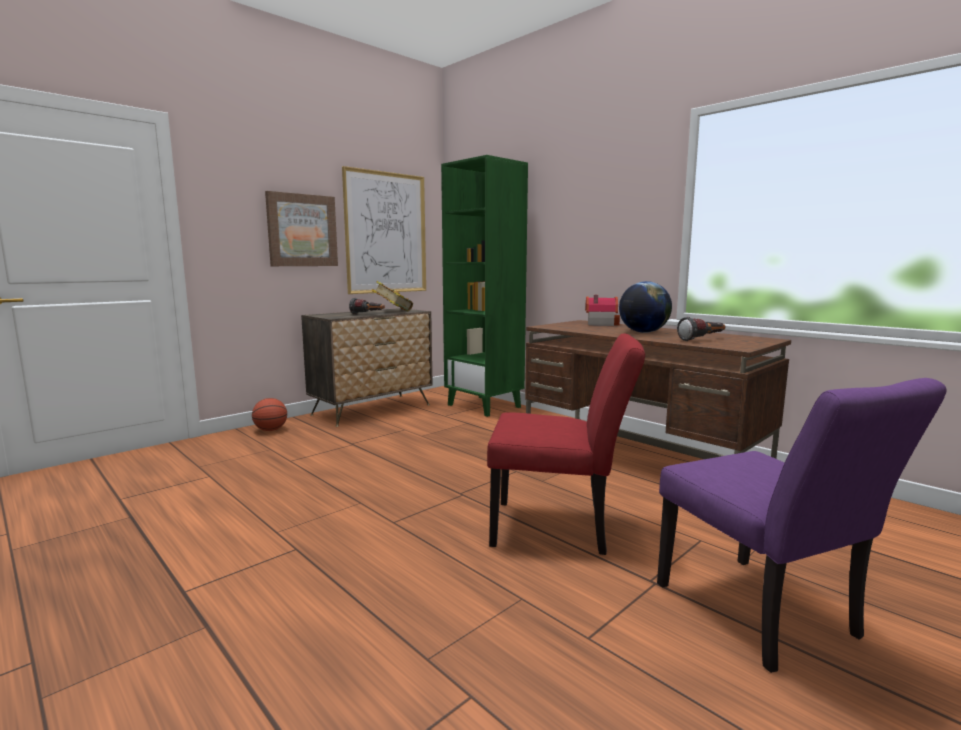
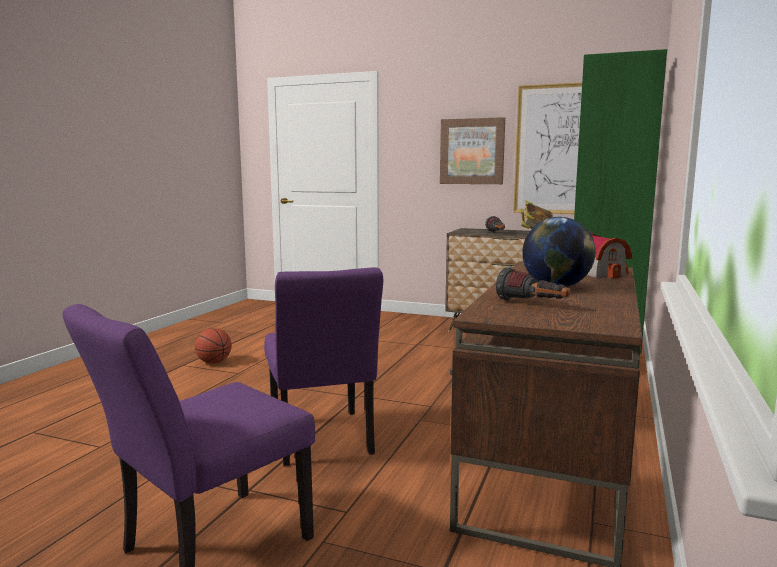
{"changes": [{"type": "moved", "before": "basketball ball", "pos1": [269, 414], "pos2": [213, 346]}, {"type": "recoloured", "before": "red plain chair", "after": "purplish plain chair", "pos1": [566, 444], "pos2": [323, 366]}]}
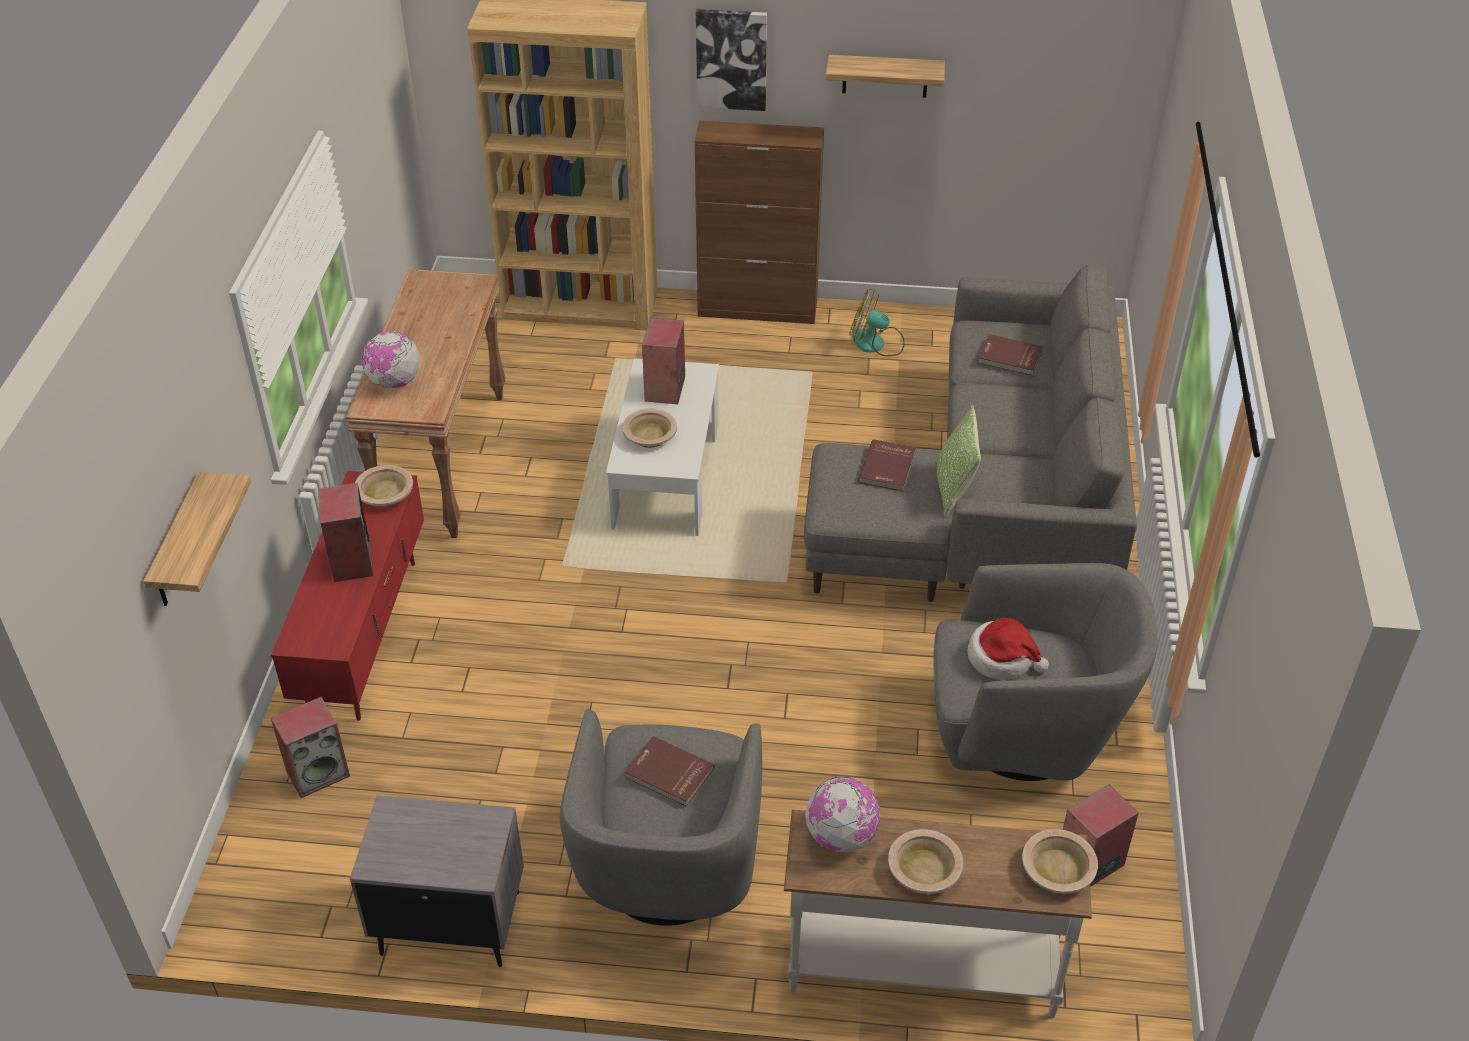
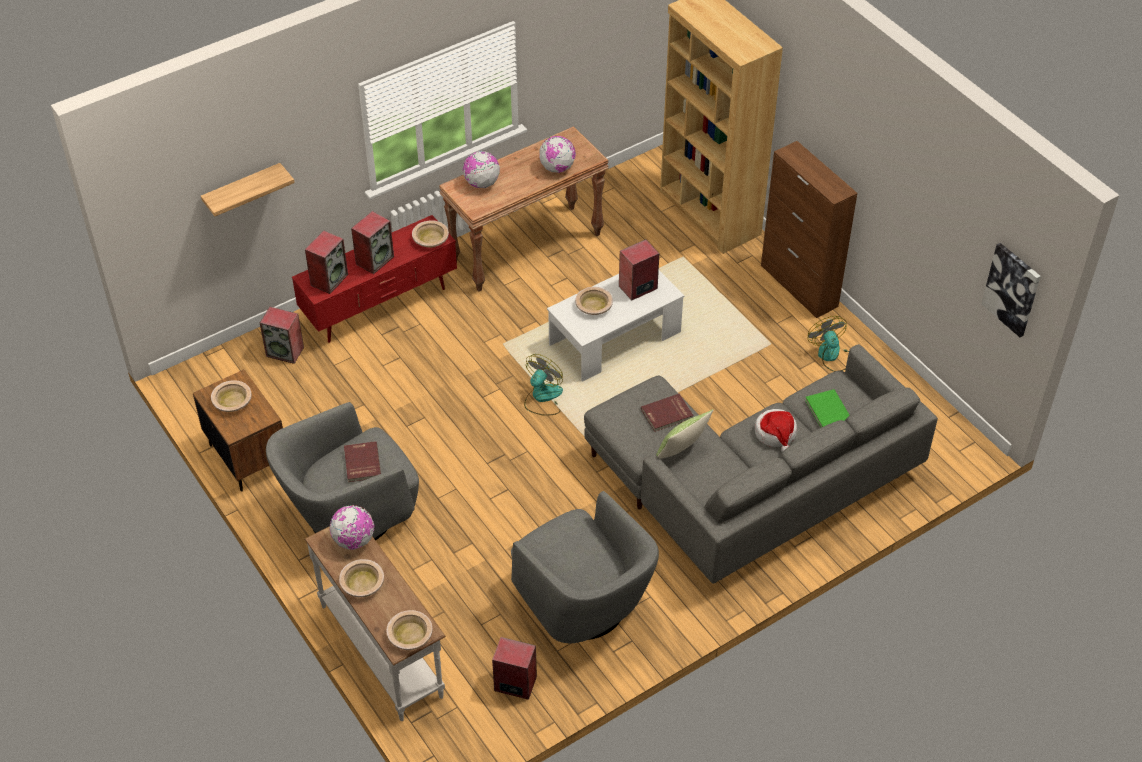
{"changes": [{"type": "recoloured", "before": "greyish nightstand", "after": "brown nightstand", "pos1": [437, 881], "pos2": [238, 431]}, {"type": "added", "after": "beige-coloured deep dish", "pos2": [231, 396]}, {"type": "added", "after": "audio speaker", "pos2": [326, 262]}, {"type": "added", "after": "cooling fan", "pos2": [543, 385]}, {"type": "added", "after": "globe", "pos2": [557, 154]}, {"type": "moved", "before": "wearable hat", "pos1": [1008, 649], "pos2": [776, 430]}, {"type": "recoloured", "before": "red bound book", "after": "greenish bound book", "pos1": [1010, 355], "pos2": [827, 408]}, {"type": "moved", "before": "wall art", "pos1": [731, 60], "pos2": [1011, 290]}, {"type": "removed", "before": "shelf", "pos1": [885, 76]}]}
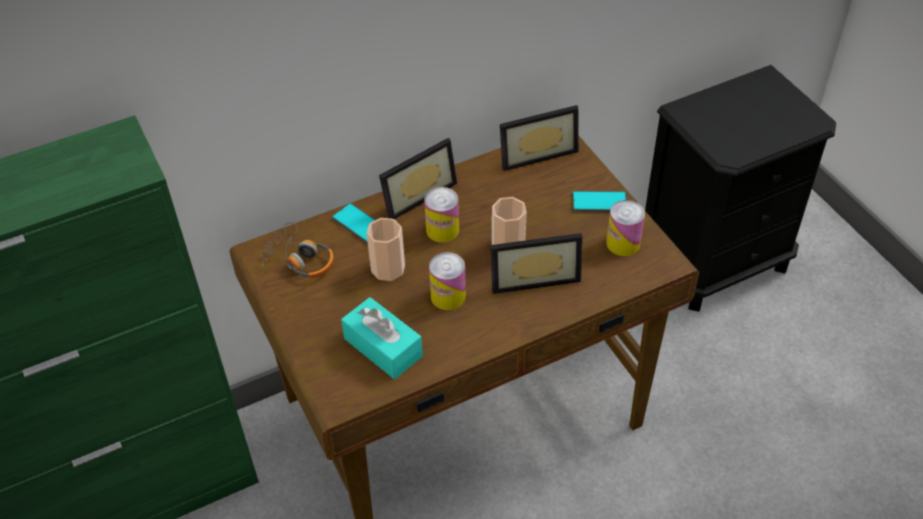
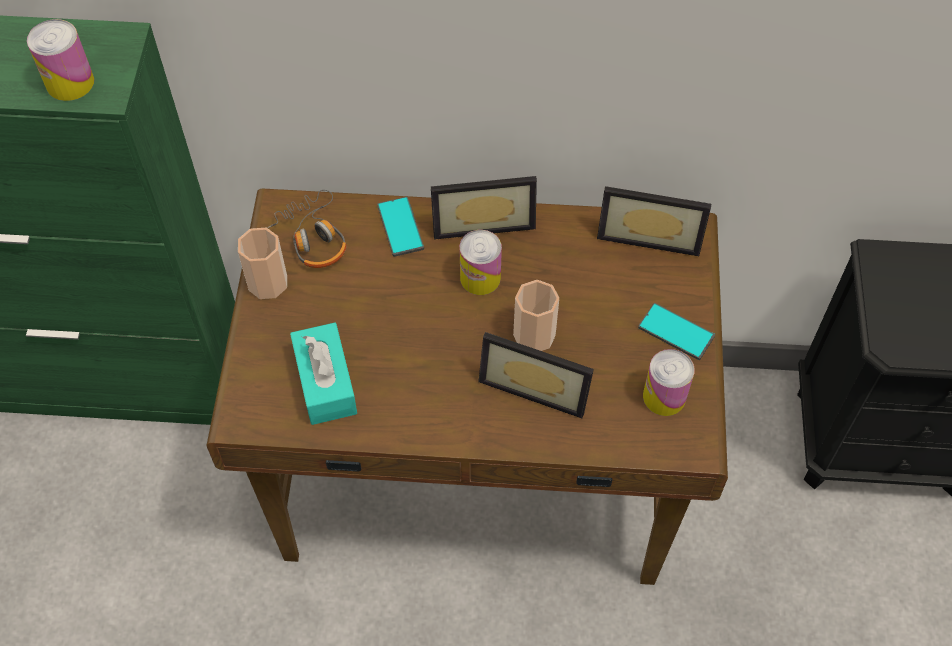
{"changes": [{"type": "moved", "before": "metal can", "pos1": [447, 281], "pos2": [60, 60]}, {"type": "moved", "before": "cup", "pos1": [385, 249], "pos2": [262, 263]}]}
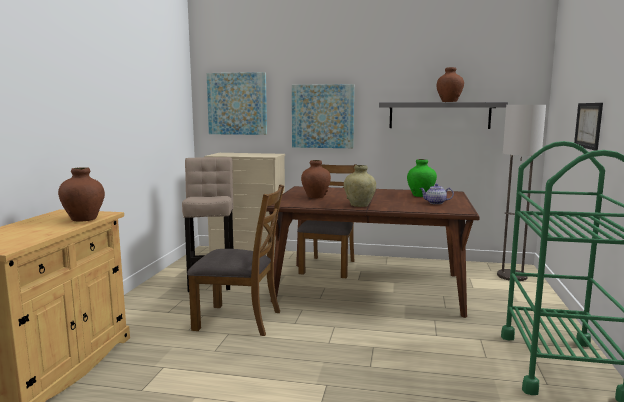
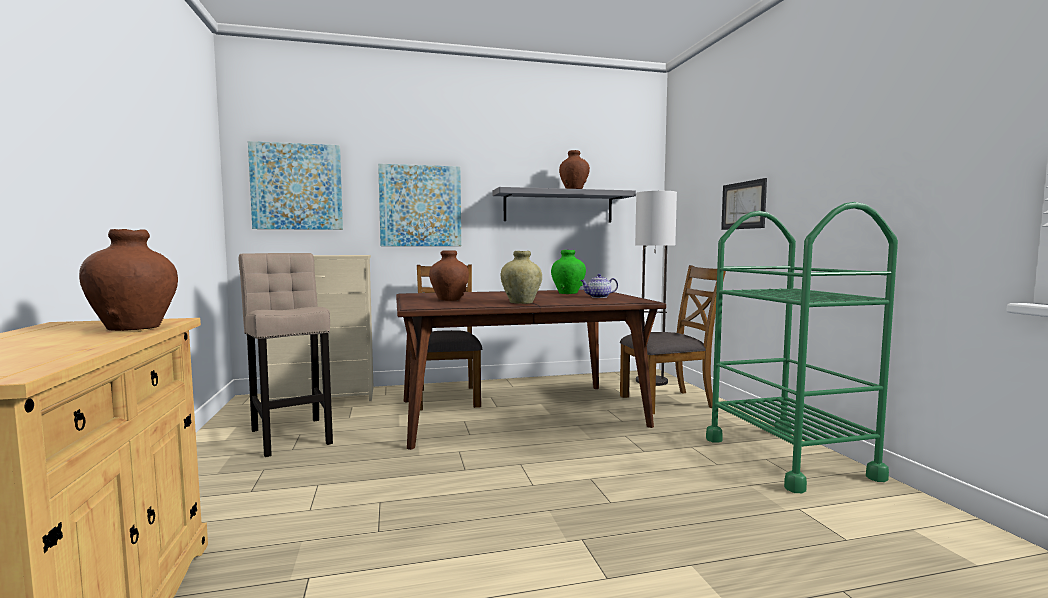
{"changes": [{"type": "moved", "before": "brown plain chair", "pos1": [235, 260], "pos2": [673, 339]}]}
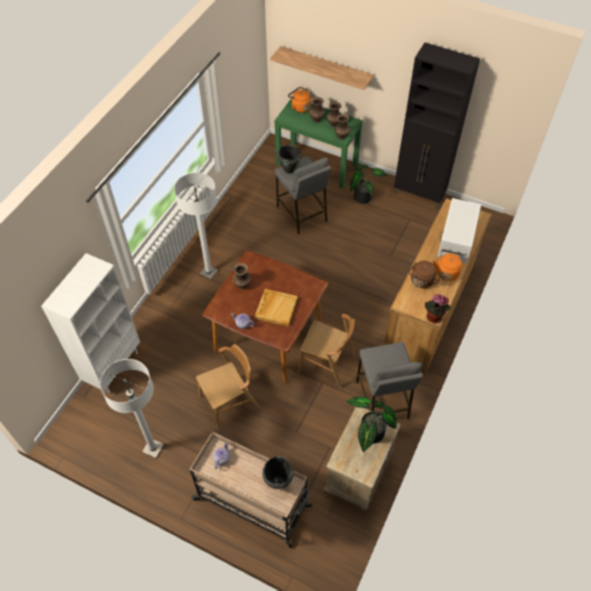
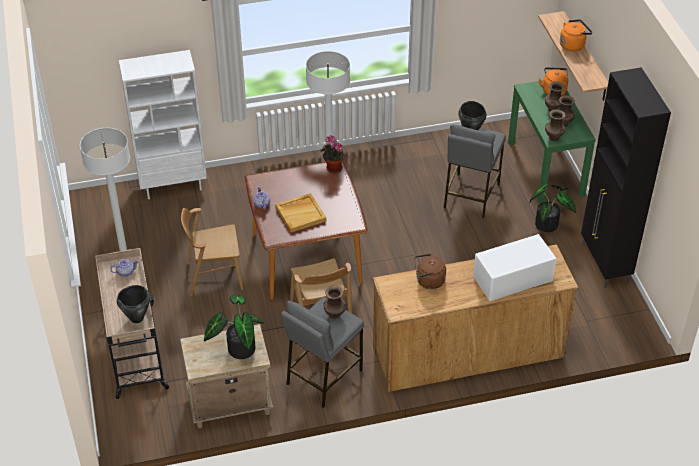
{"changes": [{"type": "turned", "before": "brown plain chair", "pos1": [228, 387], "pos2": [212, 252], "turn": 150}, {"type": "moved", "before": "plant in a pot", "pos1": [438, 308], "pos2": [332, 154]}, {"type": "moved", "before": "brown decorative vase", "pos1": [241, 276], "pos2": [334, 302]}, {"type": "moved", "before": "orange-coloured water kettle", "pos1": [448, 265], "pos2": [576, 35]}]}
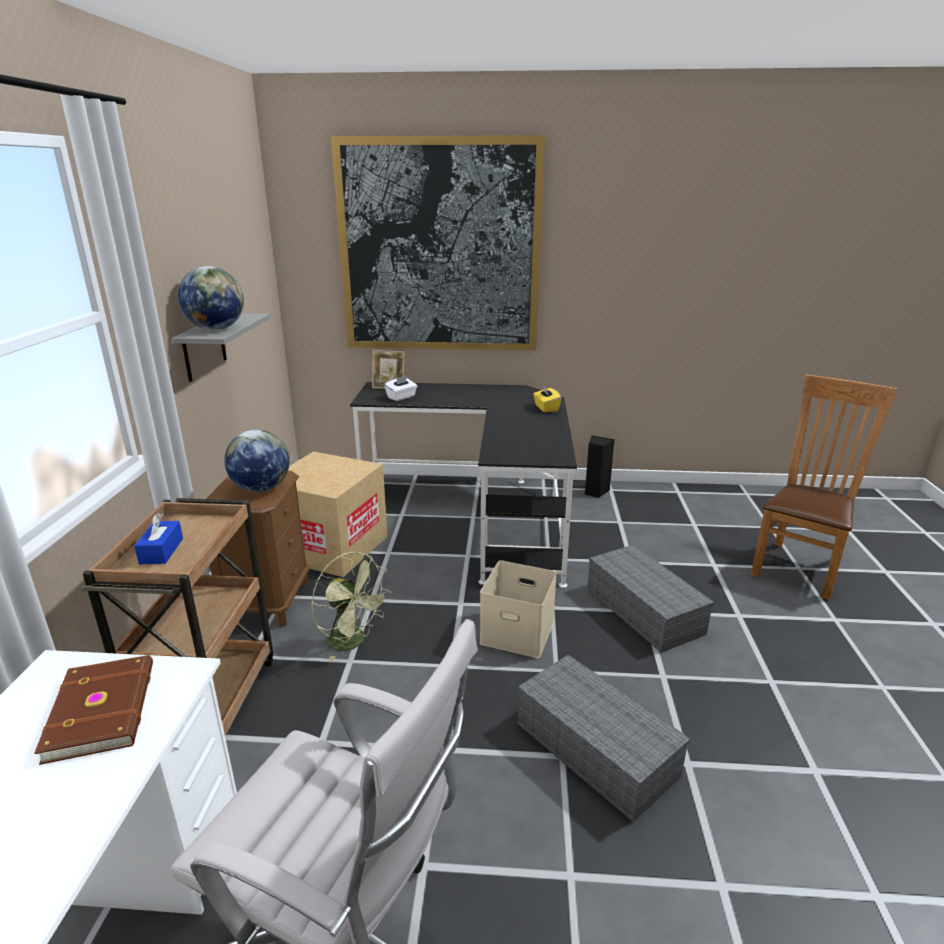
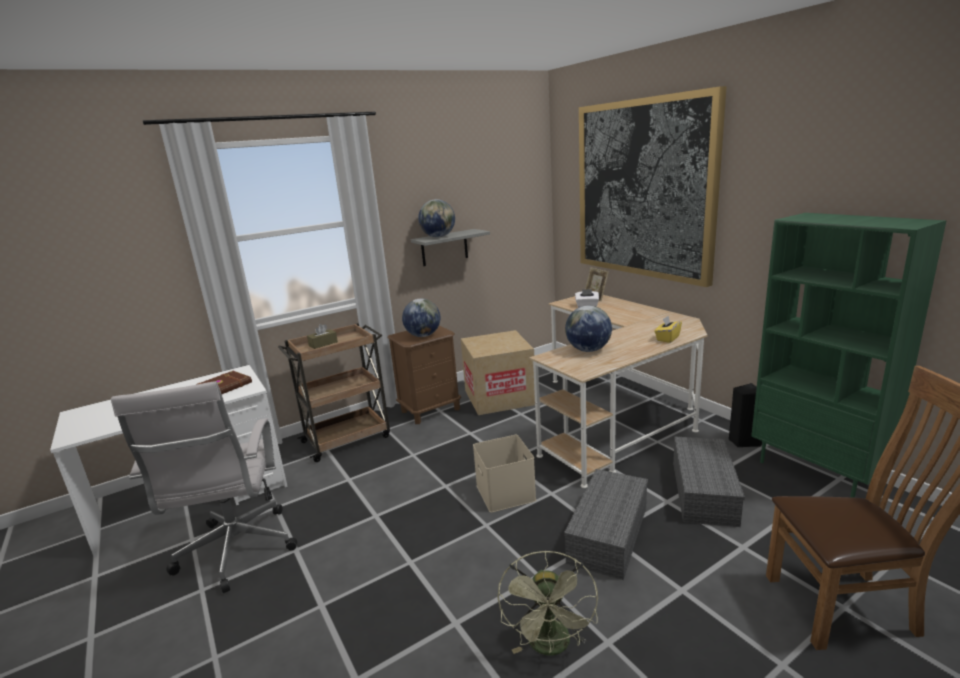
{"changes": [{"type": "recoloured", "before": "blue-coloured box of tissues", "after": "brown box of tissues", "pos1": [158, 538], "pos2": [322, 336]}, {"type": "moved", "before": "greenish cooling fan", "pos1": [351, 607], "pos2": [547, 603]}, {"type": "recoloured", "before": "black-coloured desk", "after": "beige-coloured desk", "pos1": [463, 485], "pos2": [618, 391]}, {"type": "added", "after": "globe", "pos2": [588, 329]}, {"type": "moved", "before": "greyish storage bin", "pos1": [604, 738], "pos2": [709, 482]}, {"type": "added", "after": "greenish bookcase", "pos2": [849, 355]}]}
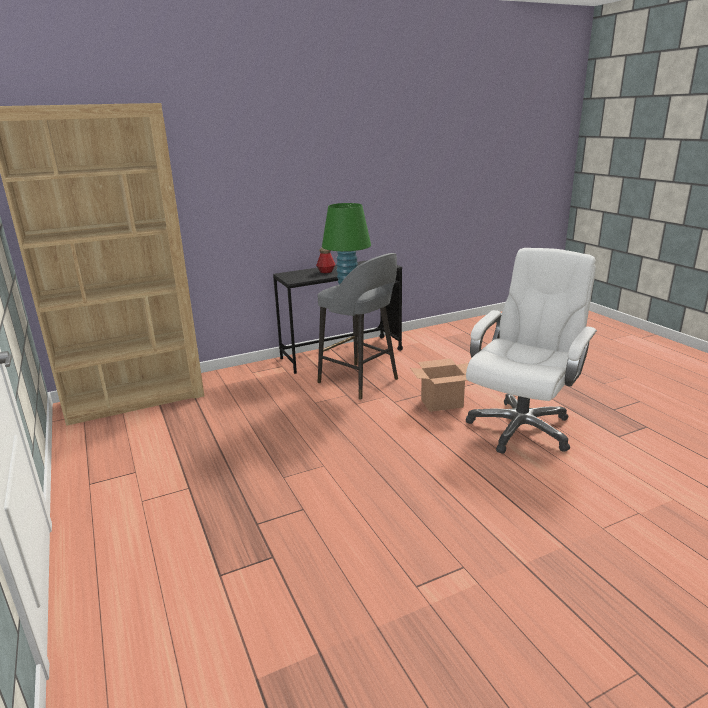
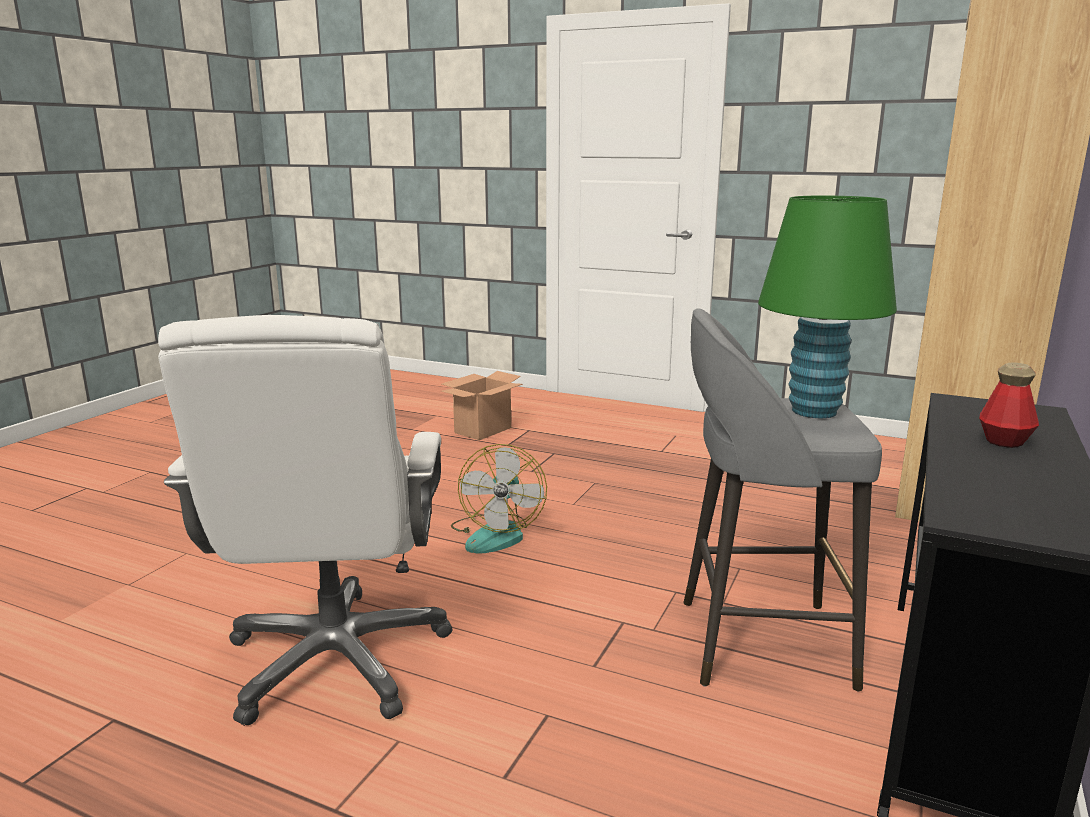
{"changes": [{"type": "moved", "before": "carton", "pos1": [439, 385], "pos2": [482, 405]}, {"type": "added", "after": "cooling fan", "pos2": [499, 499]}]}
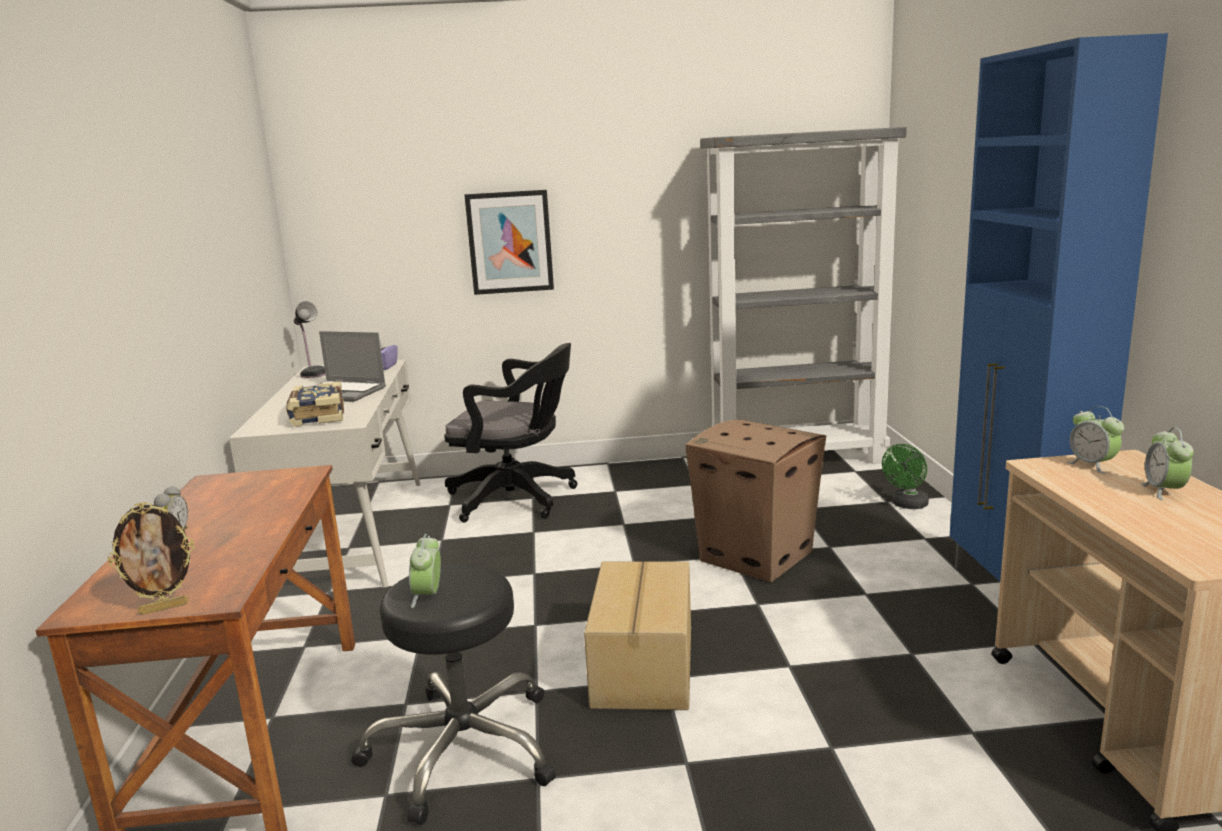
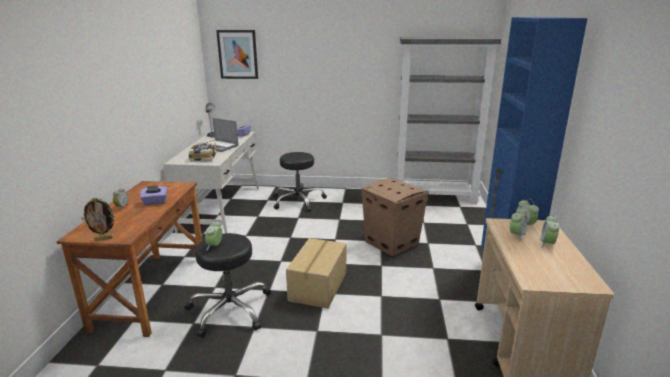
{"changes": [{"type": "added", "after": "purplish box of tissues", "pos2": [153, 195]}, {"type": "moved", "before": "wall art", "pos1": [509, 242], "pos2": [237, 54]}, {"type": "replaced", "before": "black-coloured office chair", "after": "black-coloured sitting stool", "pos1": [510, 432], "pos2": [300, 182]}, {"type": "added", "after": "bedside clock", "pos2": [519, 224]}, {"type": "removed", "before": "greenish cooling fan", "pos1": [905, 476]}]}
